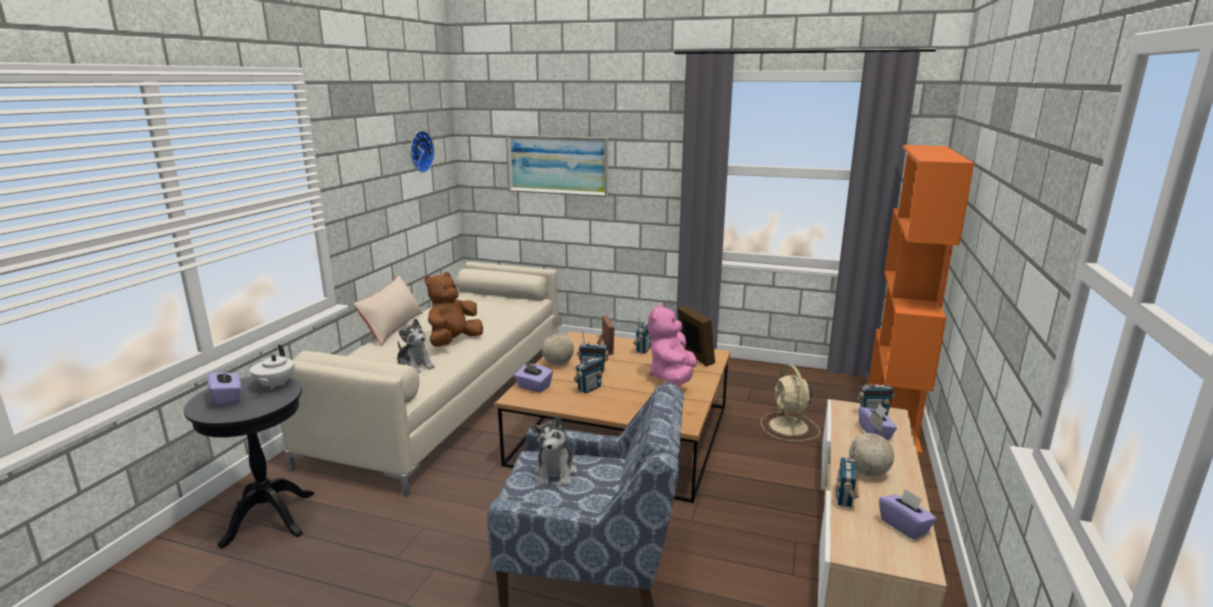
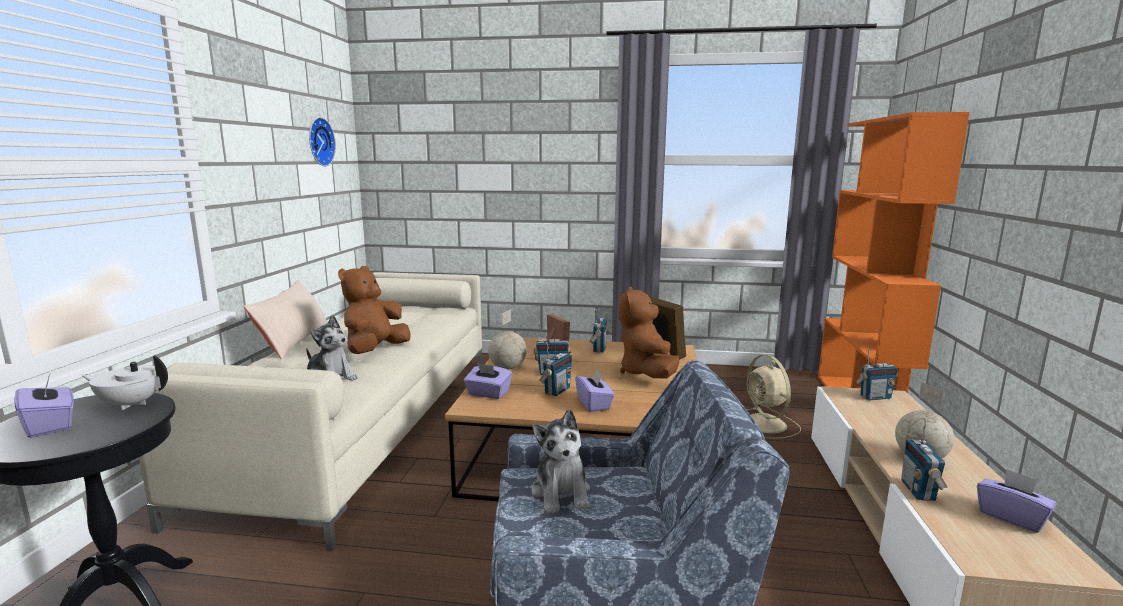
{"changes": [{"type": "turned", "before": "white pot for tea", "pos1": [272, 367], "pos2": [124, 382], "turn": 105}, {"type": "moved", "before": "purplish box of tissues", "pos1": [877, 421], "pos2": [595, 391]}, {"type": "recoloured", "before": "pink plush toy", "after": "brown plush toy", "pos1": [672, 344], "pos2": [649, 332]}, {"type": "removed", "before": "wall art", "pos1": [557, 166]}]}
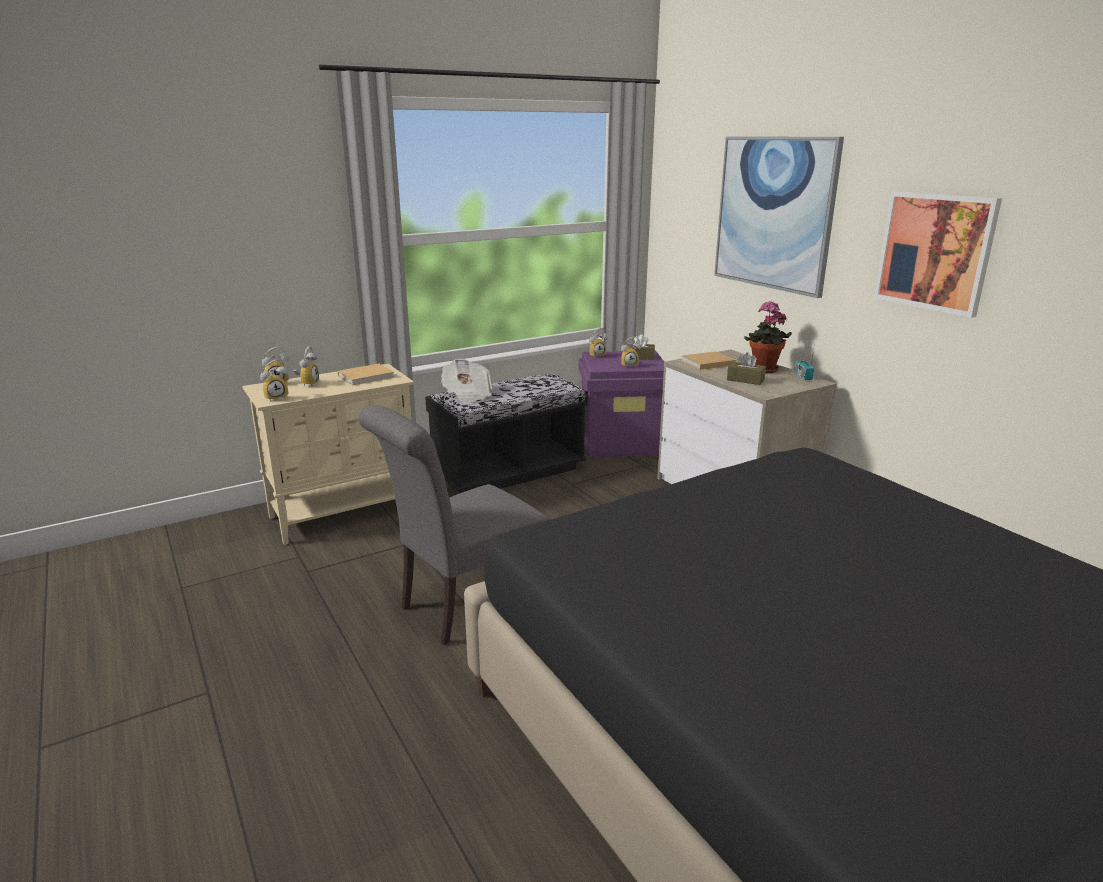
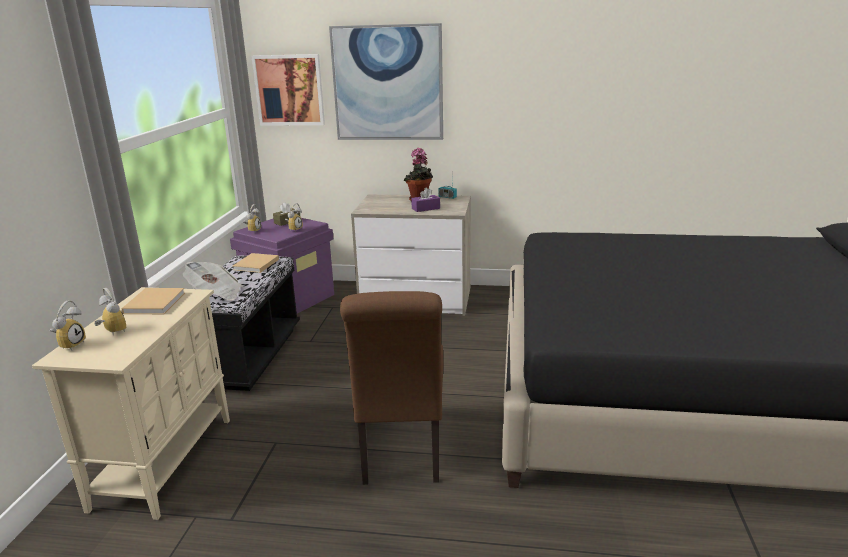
{"changes": [{"type": "moved", "before": "beige-coloured bound book", "pos1": [708, 360], "pos2": [256, 263]}, {"type": "moved", "before": "wall art", "pos1": [938, 254], "pos2": [288, 89]}, {"type": "recoloured", "before": "greyish plain chair", "after": "brown plain chair", "pos1": [454, 525], "pos2": [391, 388]}, {"type": "recoloured", "before": "brown box of tissues", "after": "purplish box of tissues", "pos1": [746, 369], "pos2": [425, 200]}, {"type": "removed", "before": "bedside clock", "pos1": [274, 381]}]}
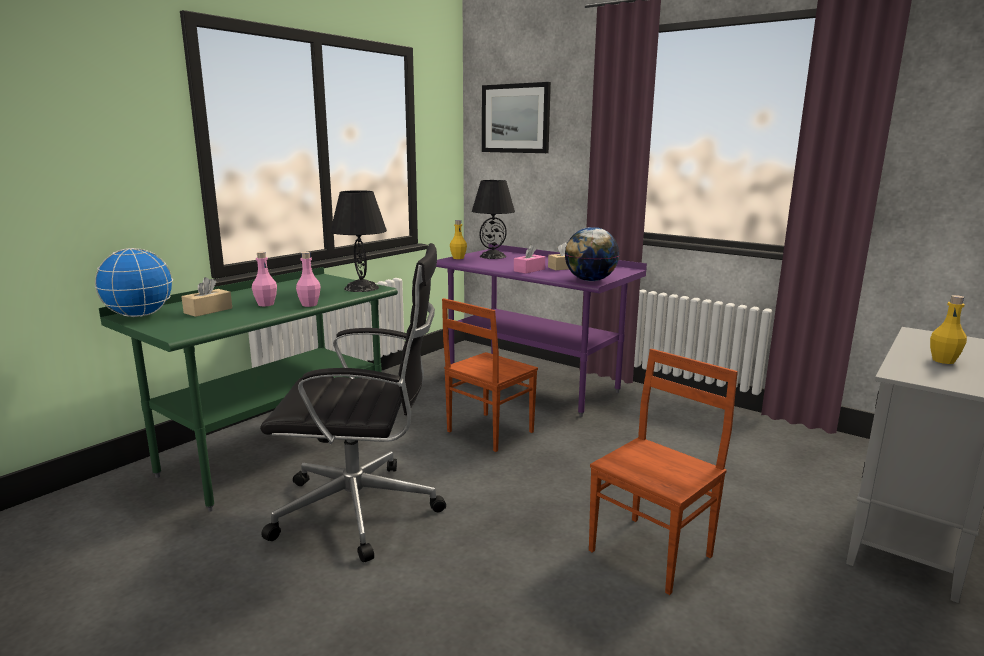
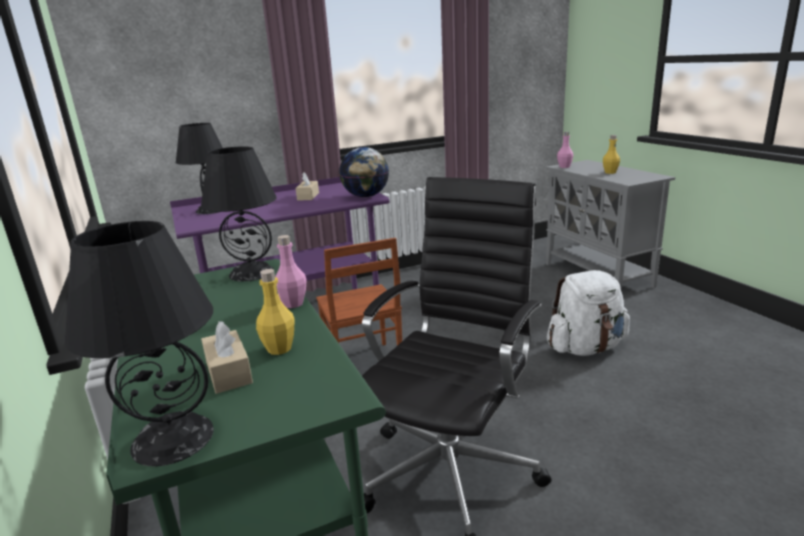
{"changes": [{"type": "replaced", "before": "globe", "after": "black-coloured table lamp", "pos1": [134, 282], "pos2": [139, 343]}, {"type": "moved", "before": "yellowish bottle", "pos1": [458, 239], "pos2": [275, 312]}, {"type": "replaced", "before": "brown plain chair", "after": "white rucksack", "pos1": [663, 472], "pos2": [588, 313]}, {"type": "moved", "before": "pink bottle", "pos1": [264, 279], "pos2": [565, 150]}, {"type": "removed", "before": "wall art", "pos1": [516, 117]}, {"type": "removed", "before": "pink box of tissues", "pos1": [529, 259]}]}
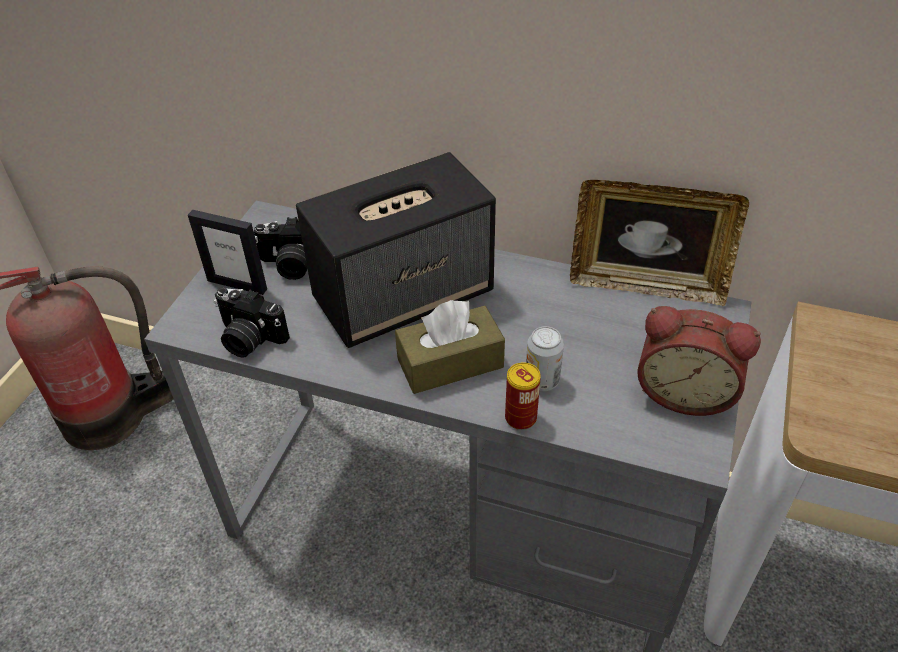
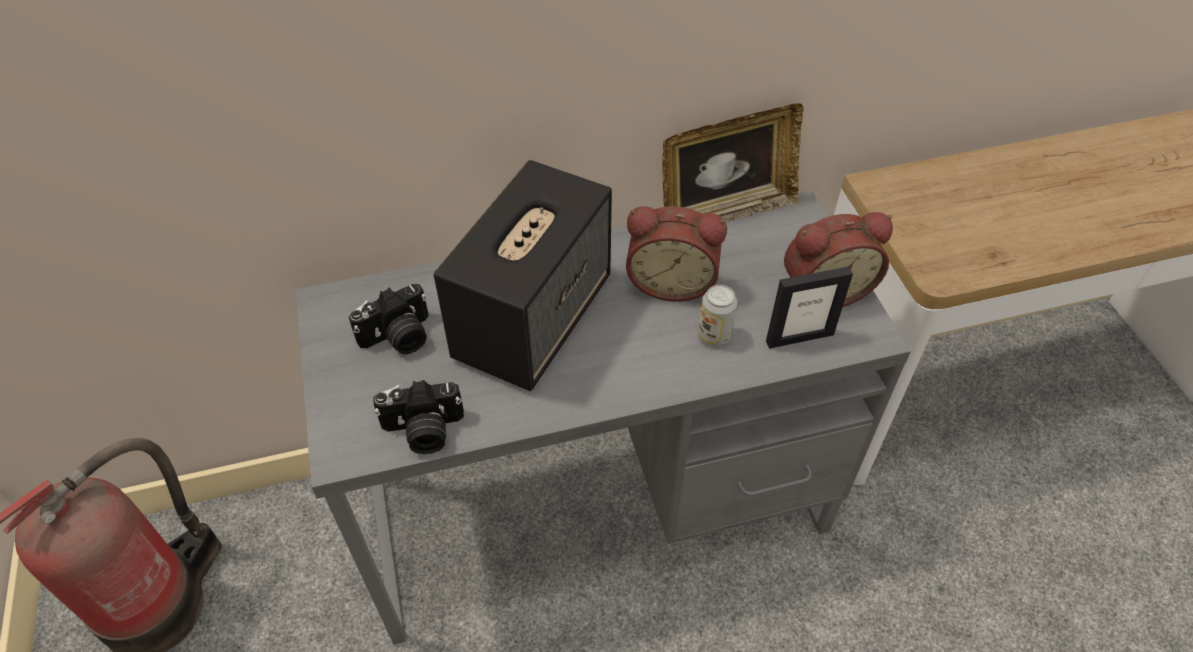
{"changes": [{"type": "added", "after": "bedside clock", "pos2": [676, 254]}, {"type": "moved", "before": "photo frame", "pos1": [227, 252], "pos2": [809, 308]}, {"type": "removed", "before": "brown box of tissues", "pos1": [450, 347]}, {"type": "removed", "before": "metal can", "pos1": [523, 396]}]}
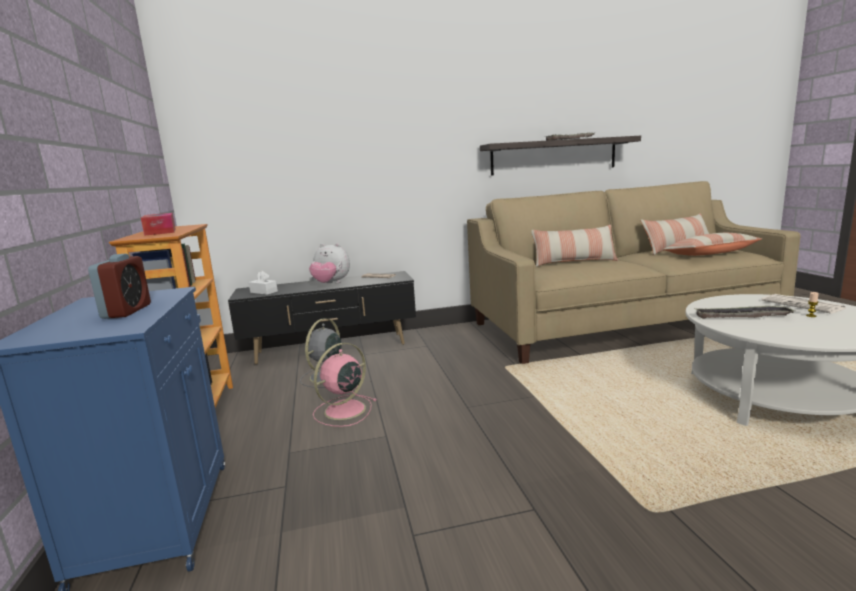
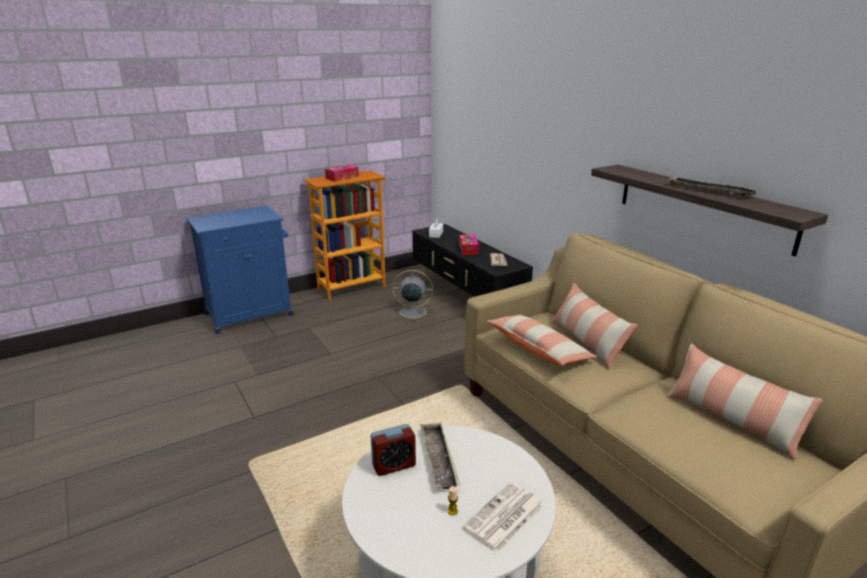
{"changes": [{"type": "moved", "before": "bedside clock", "pos1": [119, 286], "pos2": [393, 450]}, {"type": "replaced", "before": "plush toy", "after": "box of tissues", "pos1": [329, 263], "pos2": [469, 244]}, {"type": "moved", "before": "throw pillow", "pos1": [712, 244], "pos2": [541, 340]}, {"type": "removed", "before": "pink cooling fan", "pos1": [344, 385]}]}
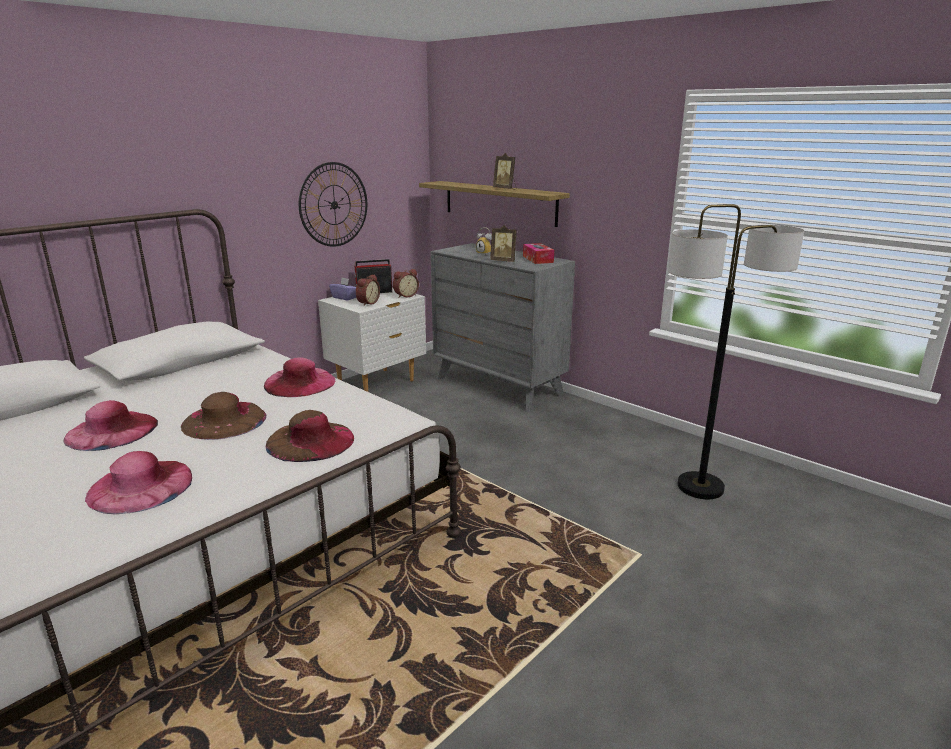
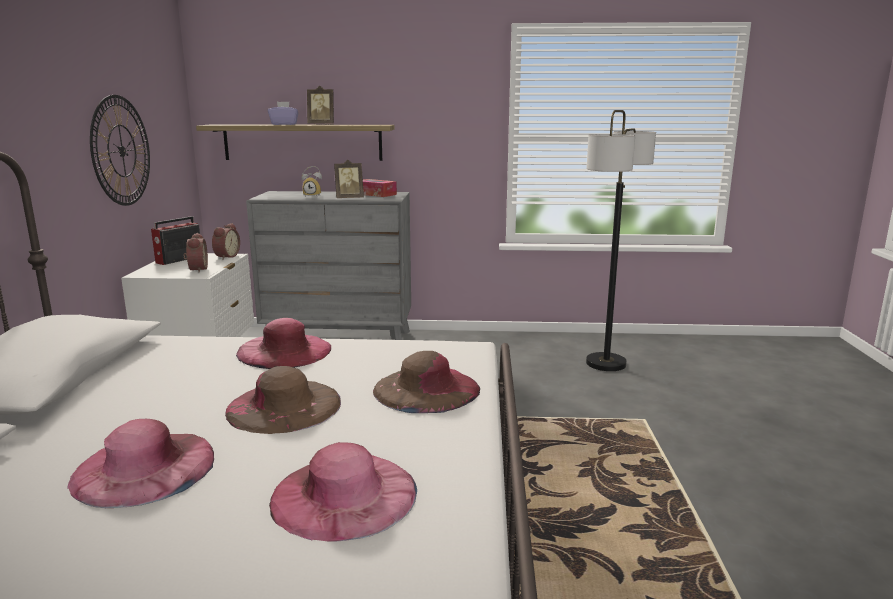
{"changes": [{"type": "moved", "before": "purplish box of tissues", "pos1": [342, 289], "pos2": [283, 113]}]}
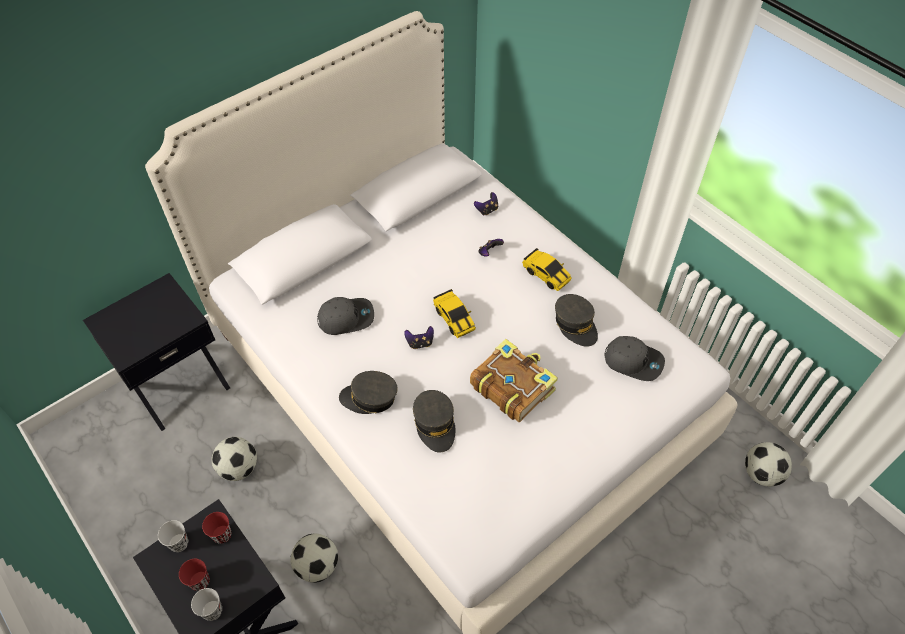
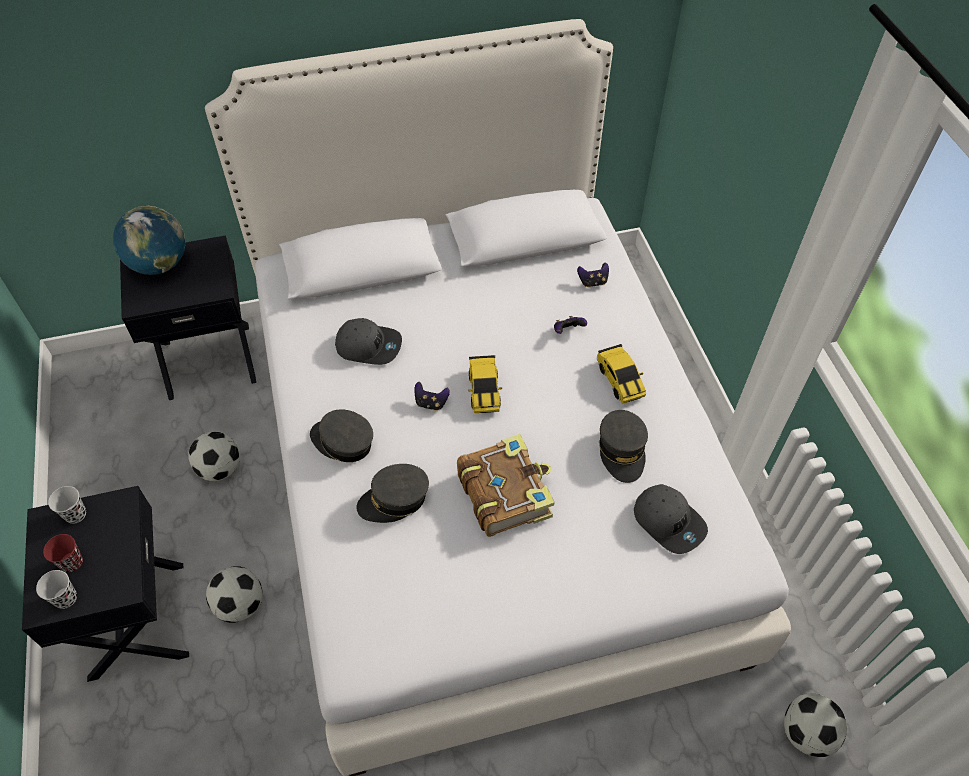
{"changes": [{"type": "added", "after": "globe", "pos2": [149, 240]}, {"type": "turned", "before": "greyish peaked cap", "pos1": [434, 421], "pos2": [392, 493], "turn": 60}, {"type": "removed", "before": "red cup", "pos1": [216, 528]}]}
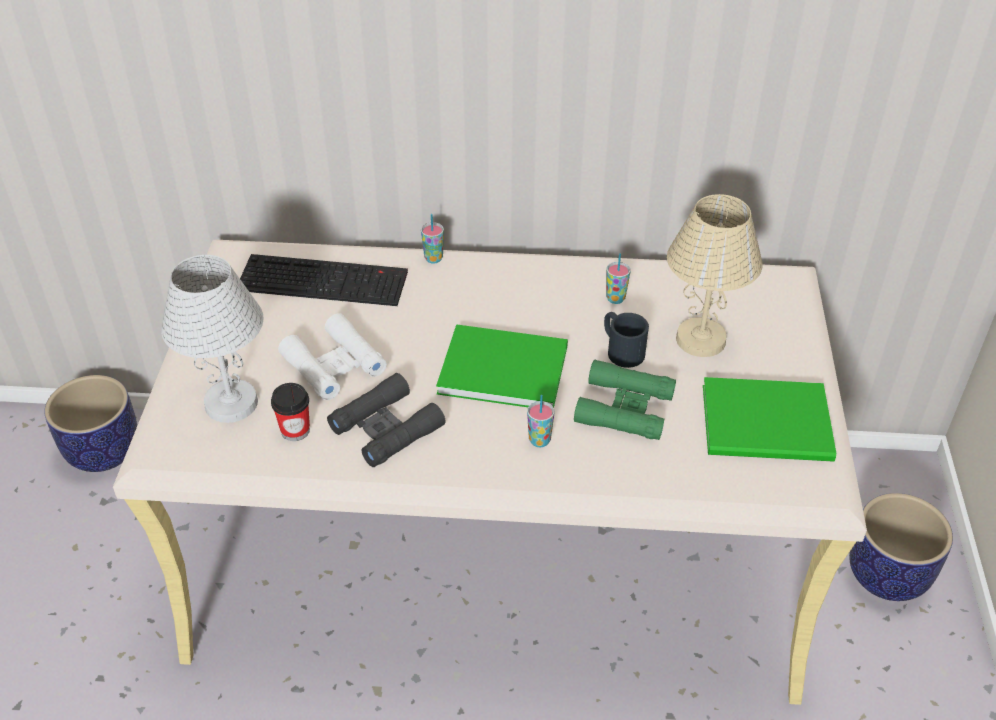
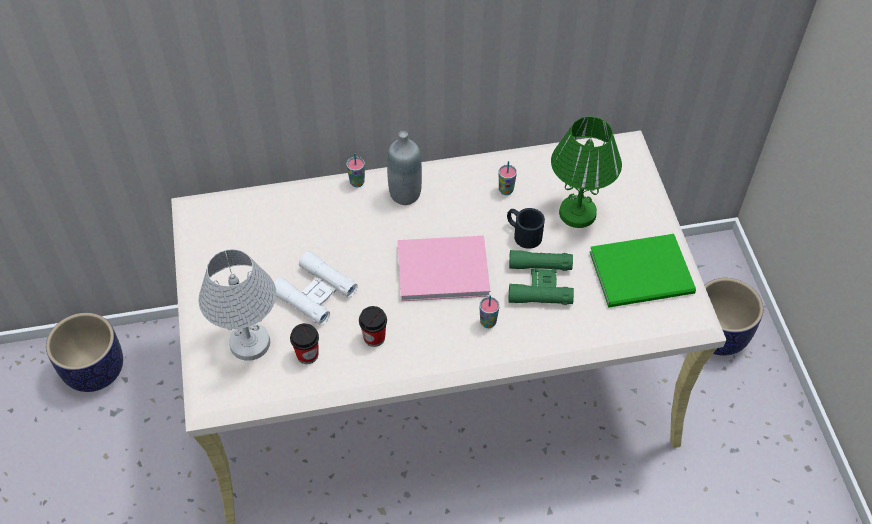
{"changes": [{"type": "replaced", "before": "black-coloured field glasses", "after": "cup", "pos1": [386, 420], "pos2": [373, 326]}, {"type": "added", "after": "greyish bottle", "pos2": [404, 168]}, {"type": "recoloured", "before": "greenish bound book", "after": "pink bound book", "pos1": [502, 365], "pos2": [444, 268]}, {"type": "recoloured", "before": "beige-coloured table lamp", "after": "greenish table lamp", "pos1": [715, 275], "pos2": [586, 172]}, {"type": "removed", "before": "computer keyboard", "pos1": [324, 280]}]}
